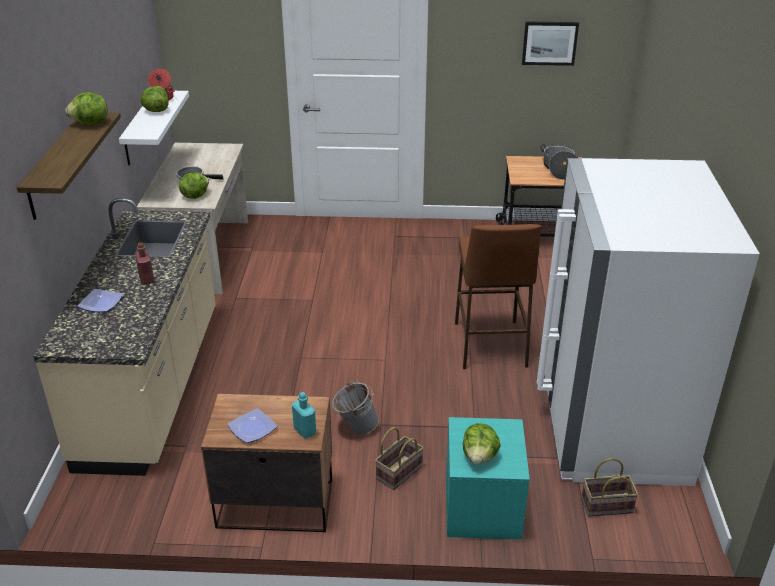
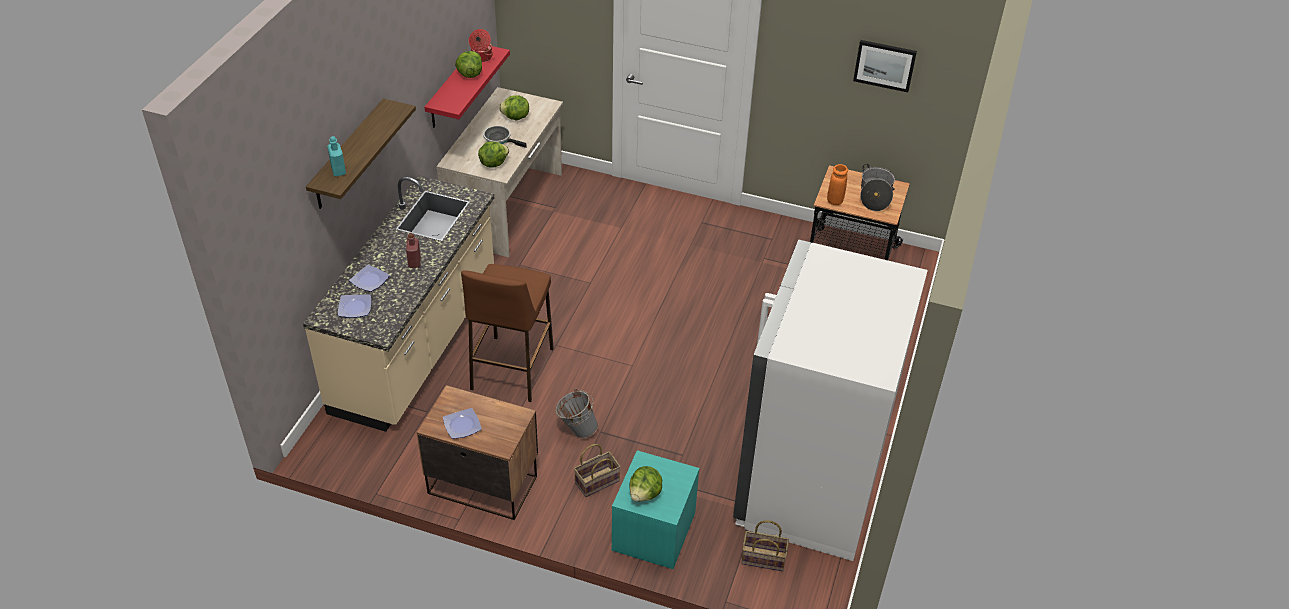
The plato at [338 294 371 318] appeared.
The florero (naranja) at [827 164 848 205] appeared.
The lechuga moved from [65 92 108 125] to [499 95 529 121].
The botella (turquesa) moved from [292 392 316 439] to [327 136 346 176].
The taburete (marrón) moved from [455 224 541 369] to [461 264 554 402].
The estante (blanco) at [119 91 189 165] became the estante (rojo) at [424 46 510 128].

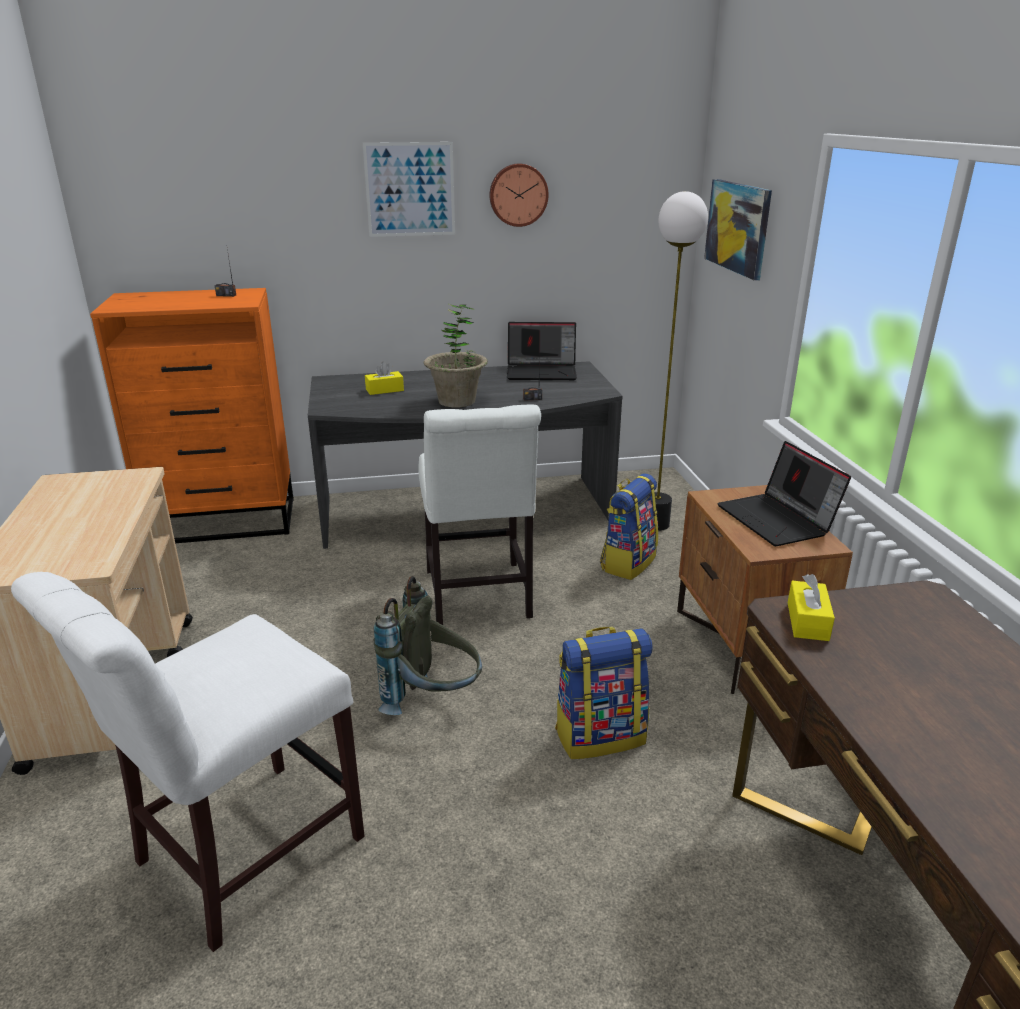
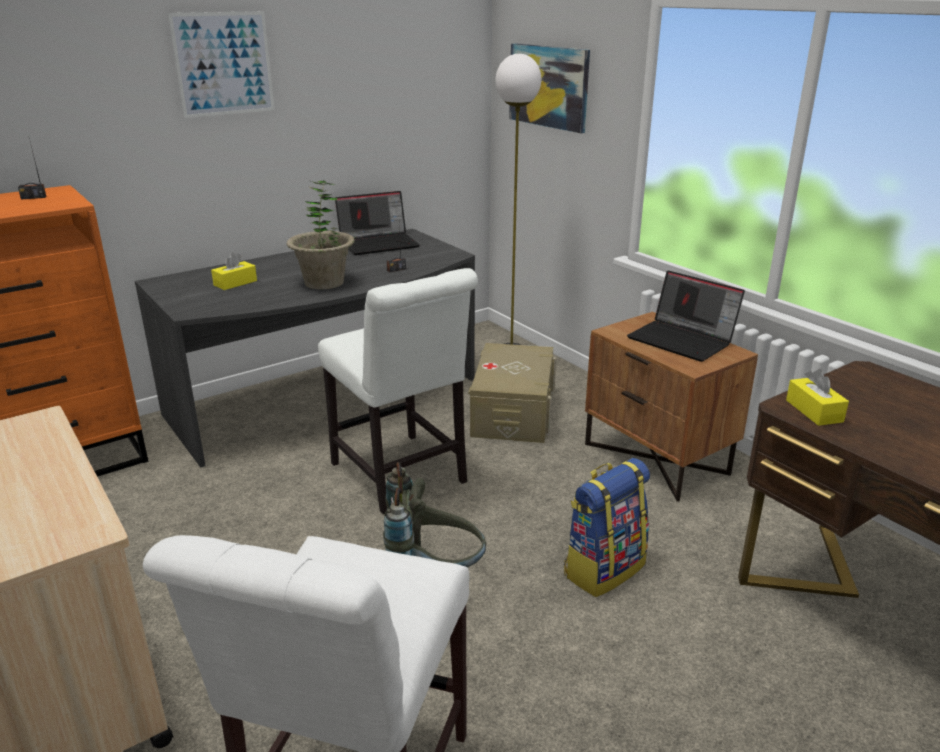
The reloj de pared at [490 163 549 227] disappeared.
The mochila at [600 473 658 580] was replaced by the caja de almacenaje (beis) at [468 343 556 443].

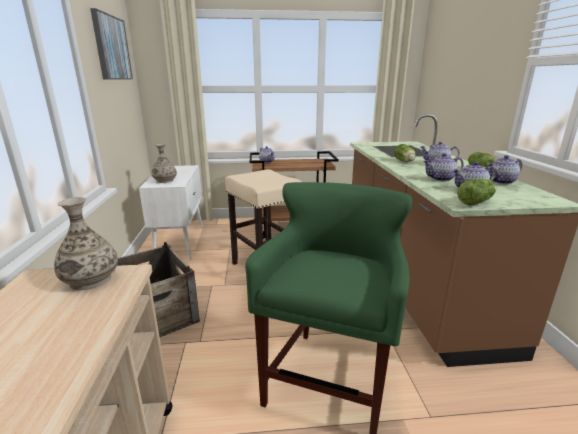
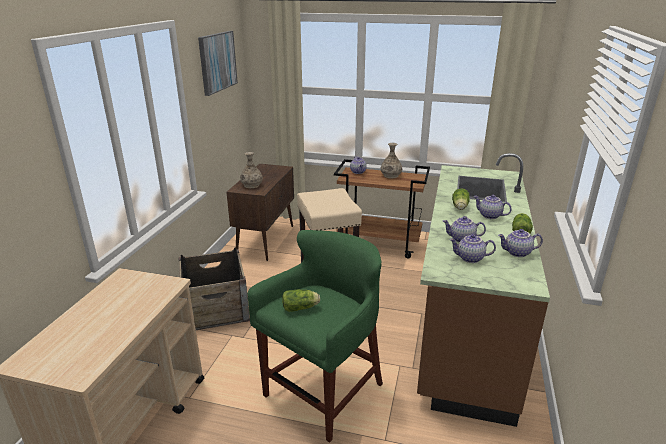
The florero moved from [54 197 118 290] to [381 143 402 179].
The lechuga moved from [457 179 496 205] to [282 290 320 312].
The armario (blanco) at [139 165 203 260] became the armario (marrón) at [226 164 294 261].

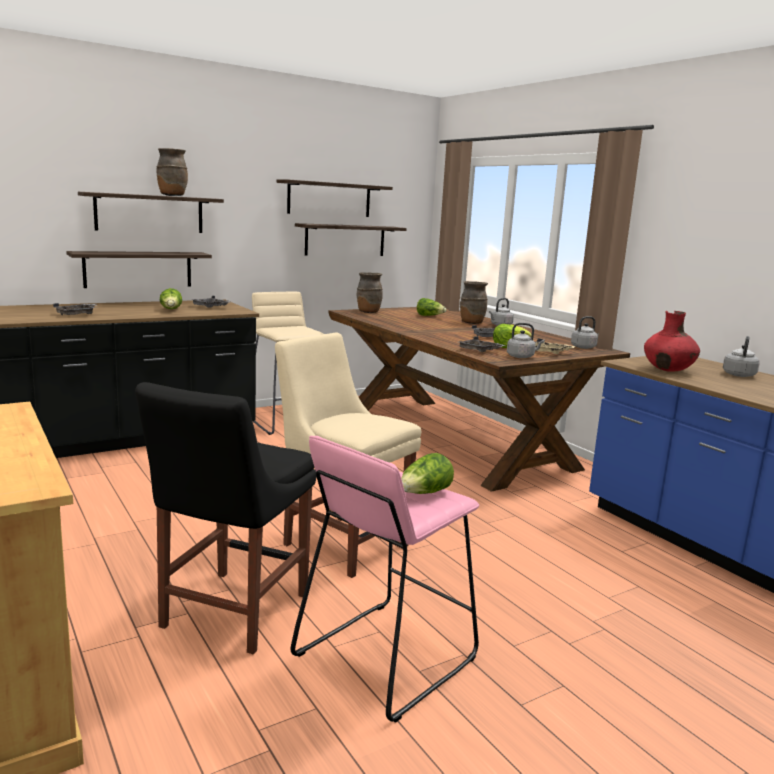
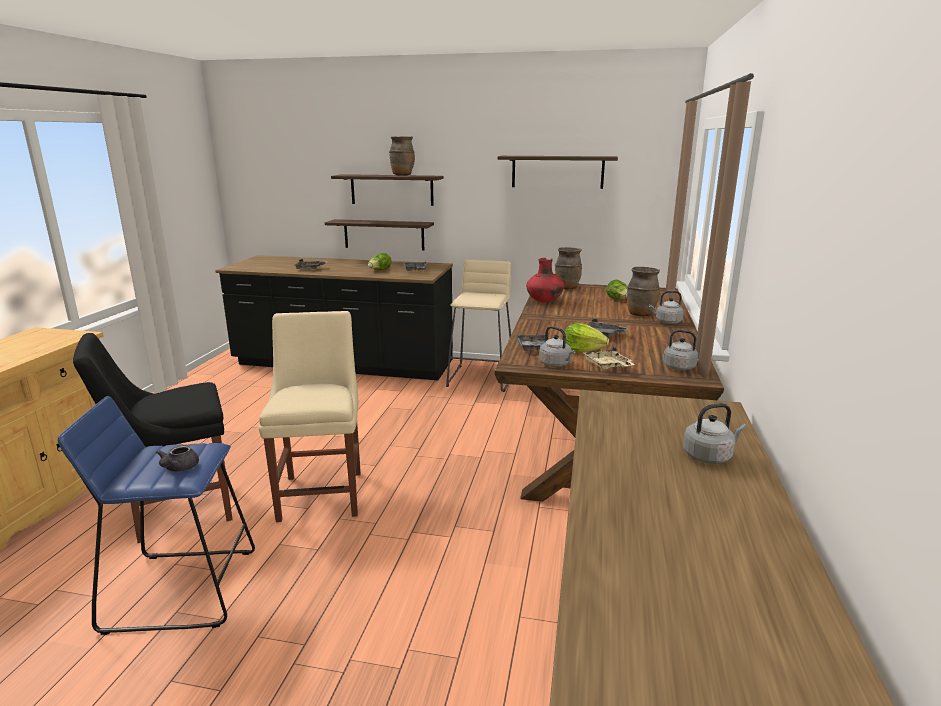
The estante at [295 223 407 256] disappeared.
The florero (rojo) moved from [644 311 700 372] to [526 258 564 302].
The lechuga at [401 453 454 494] was replaced by the tetera (gris) at [156 445 199 472].
The taburete (rosa) at [291 436 479 723] became the taburete (azul) at [58 396 255 635].

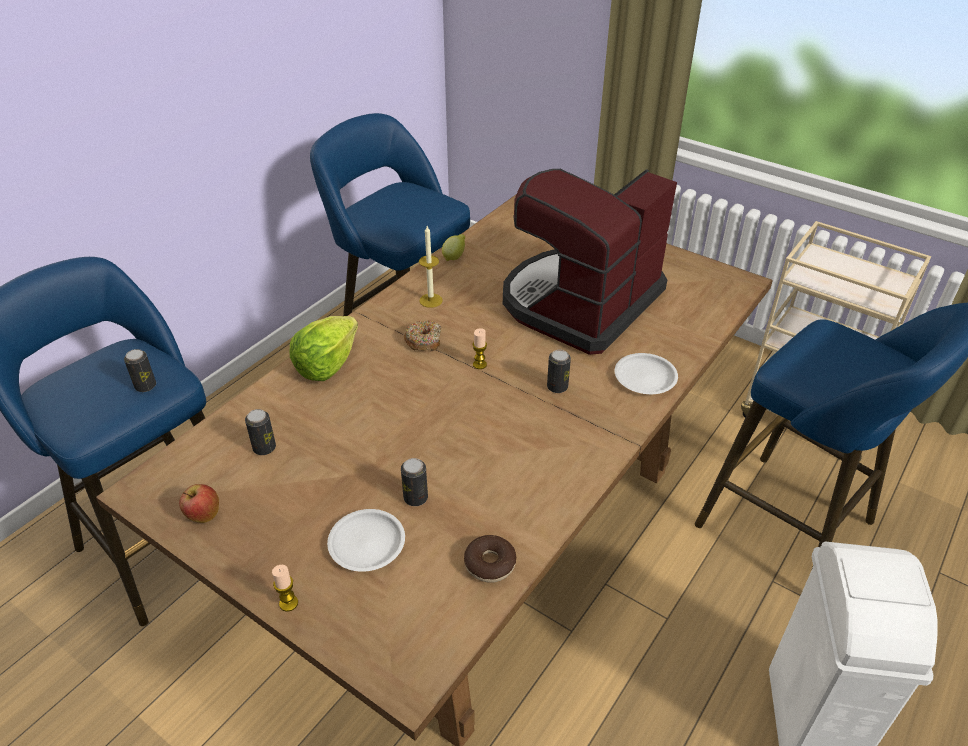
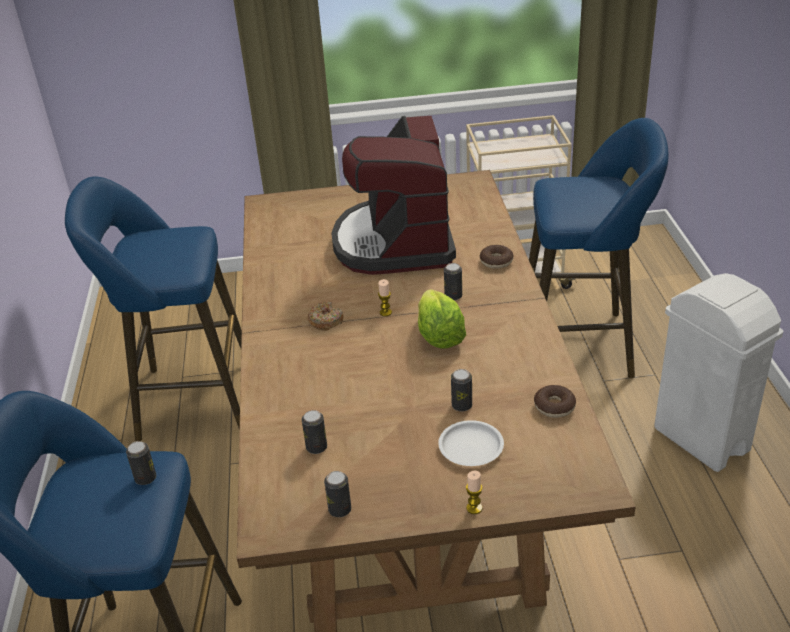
The vela at [419 226 443 308] disappeared.
The limón at [442 234 465 261] disappeared.
The lechuga moved from [290 316 358 381] to [418 289 466 348].
The manzana at [179 484 219 523] was replaced by the lata at [324 471 351 517].
The plato (blanco) at [615 353 678 394] was replaced by the rosquilla at [480 245 514 269].

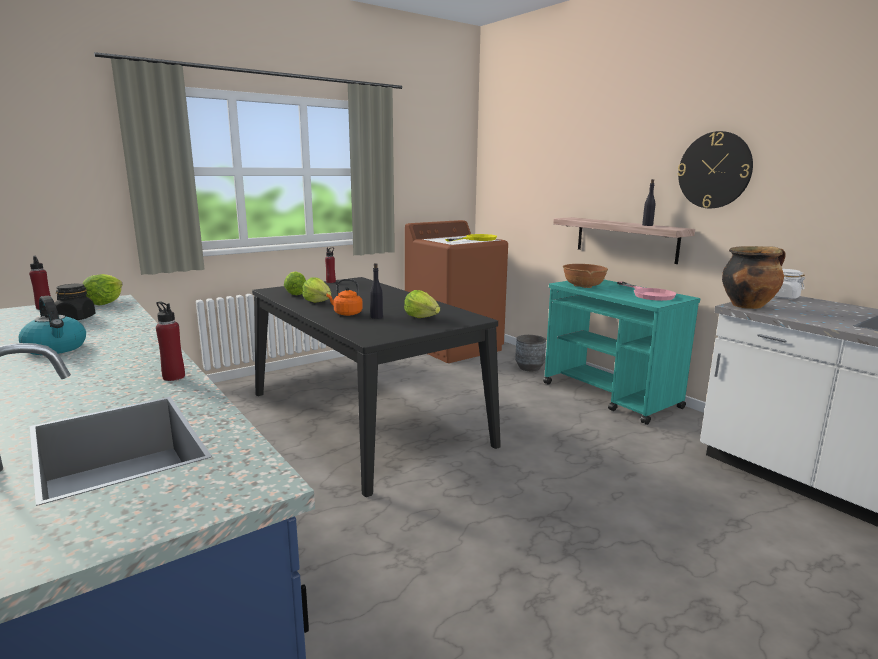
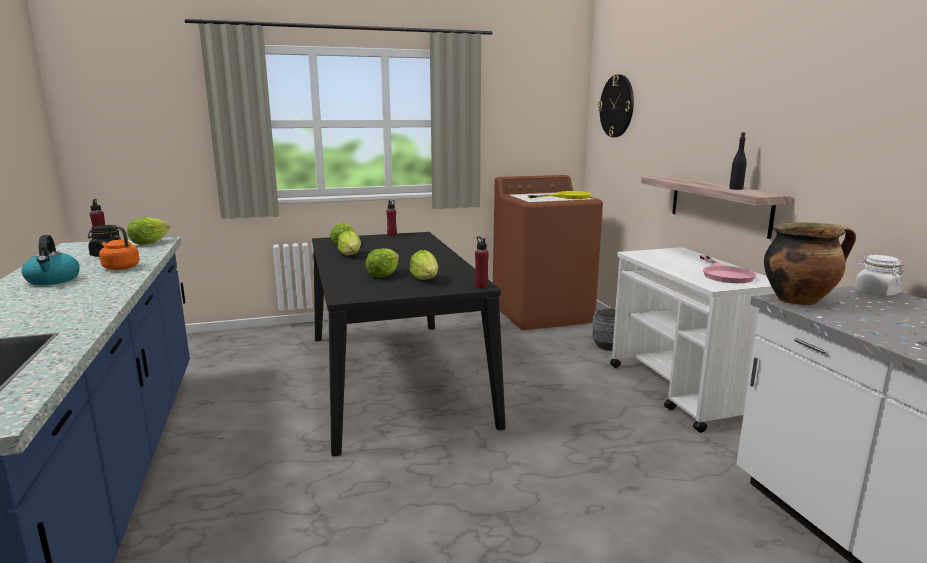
The cuenco (marrón) at [563 264 608 288] disappeared.
The botella (rojo) moved from [156 302 185 381] to [475 237 489 288].
The hervidor (naranja) moved from [326 279 363 316] to [99 226 140 270].
The reloj de pared moved from [678 131 753 208] to [598 75 634 137].
The botella (negro) at [370 263 383 319] was replaced by the lechuga at [365 248 399 278].
The carrito (turquesa) at [543 280 700 425] became the carrito (blanco) at [610 247 776 433].

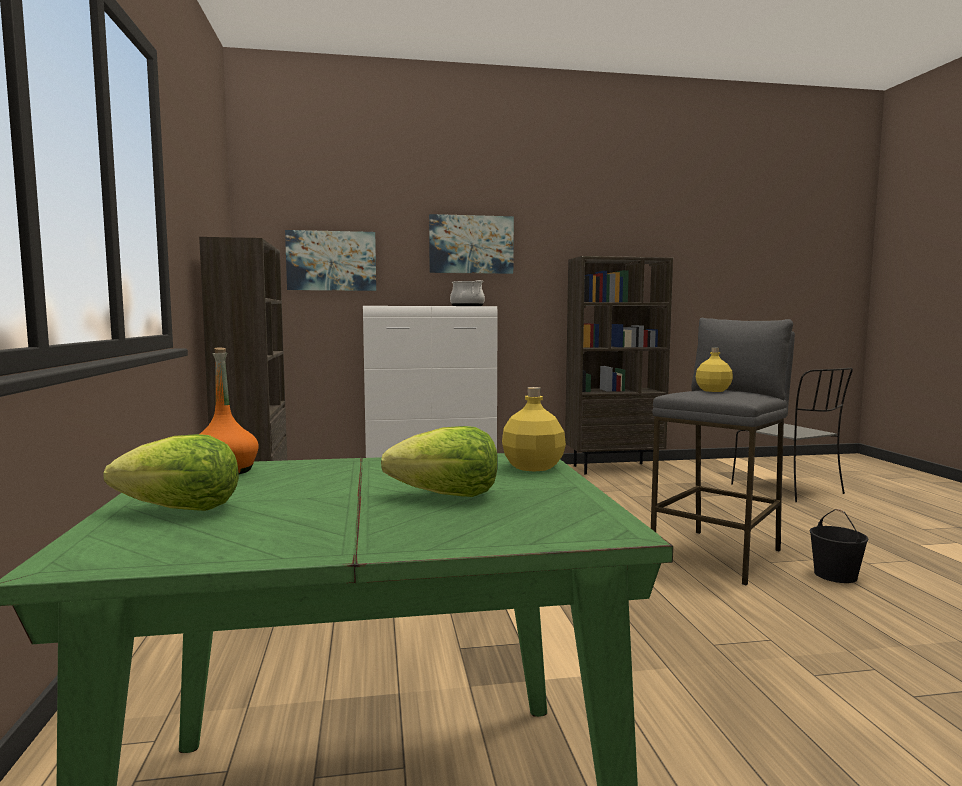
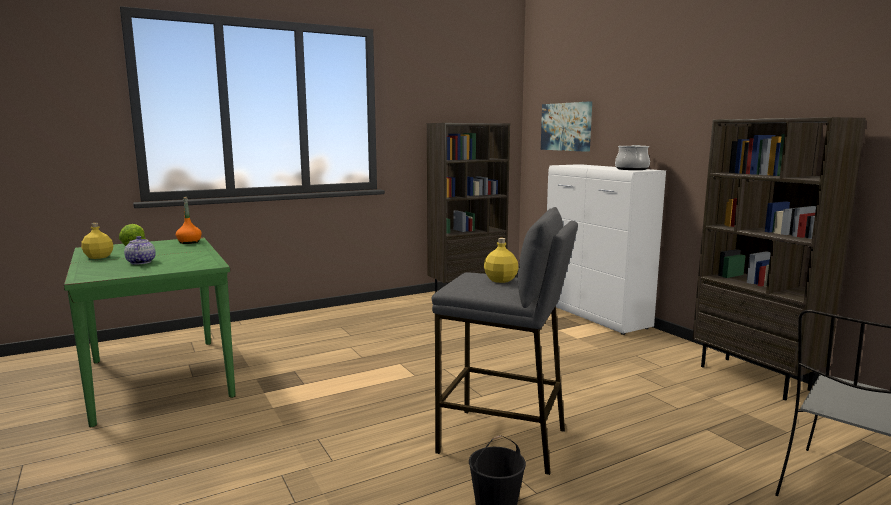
The cuadro at [429 214 514 274] disappeared.
The botella (amarillo) moved from [502 387 566 472] to [81 223 113 259].
The lechuga at [381 426 498 497] was replaced by the tetera at [124 236 155 264].

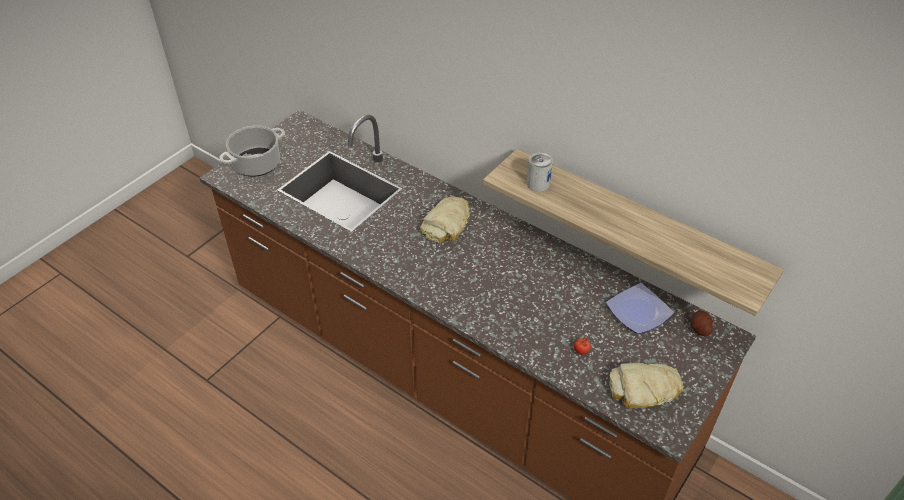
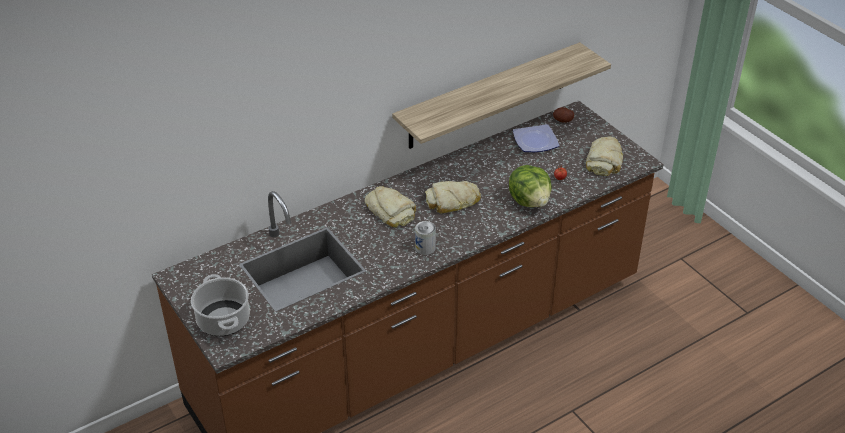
The pan at [425 181 481 213] appeared.
The lechuga at [509 165 552 207] appeared.
The lata moved from [527 153 553 192] to [415 221 436 255].

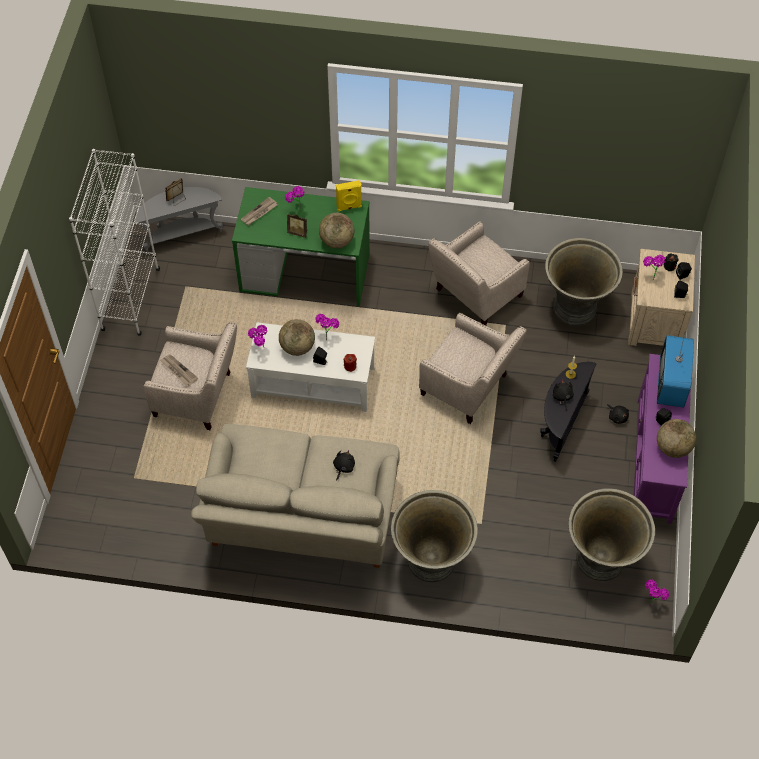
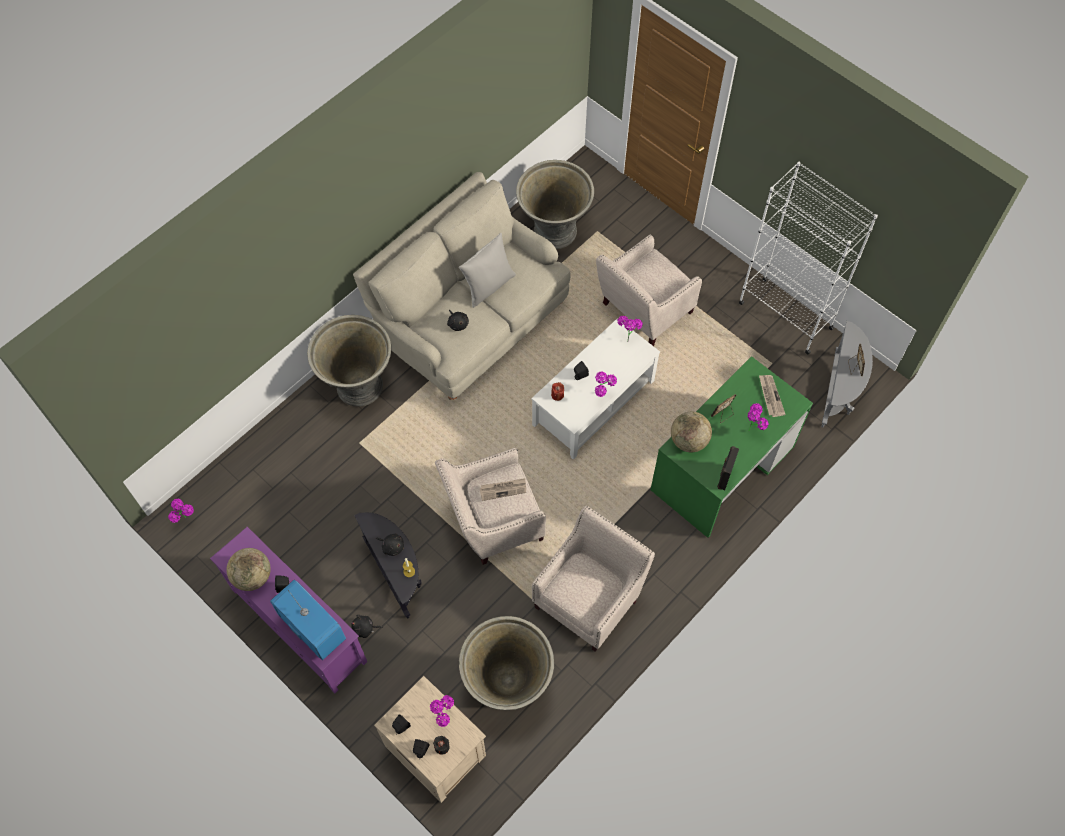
The globo terráqueo at [279 319 315 356] disappeared.
The cojín (gris) at [459 233 516 308] appeared.
The periódico moved from [160 354 198 386] to [480 478 526 501].
The maceta (gris) moved from [568 489 655 581] to [516 160 594 249].
The altavoz (amarillo) at [336 180 362 211] became the altavoz (negro) at [717 446 739 490].
The sillón (beis) at [429 221 530 326] turned 45 degrees clockwise.

